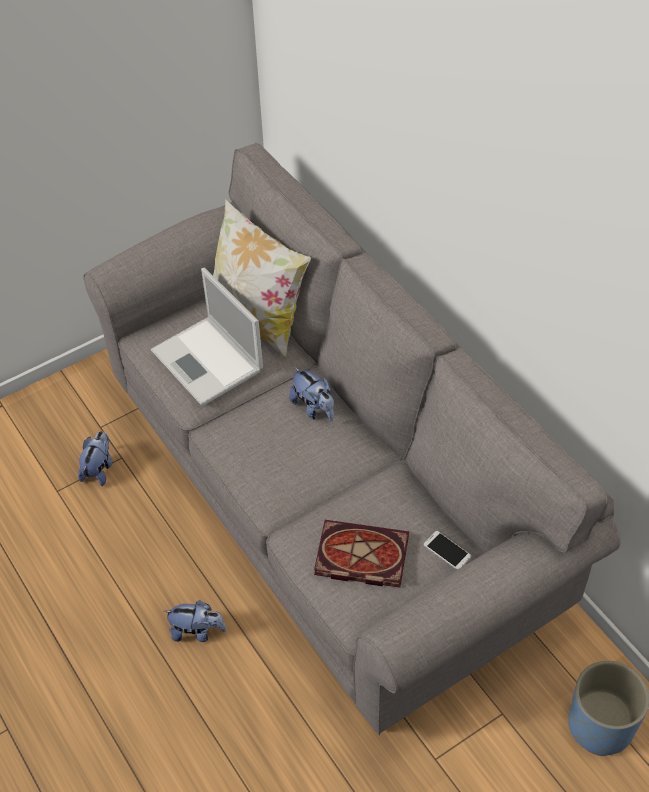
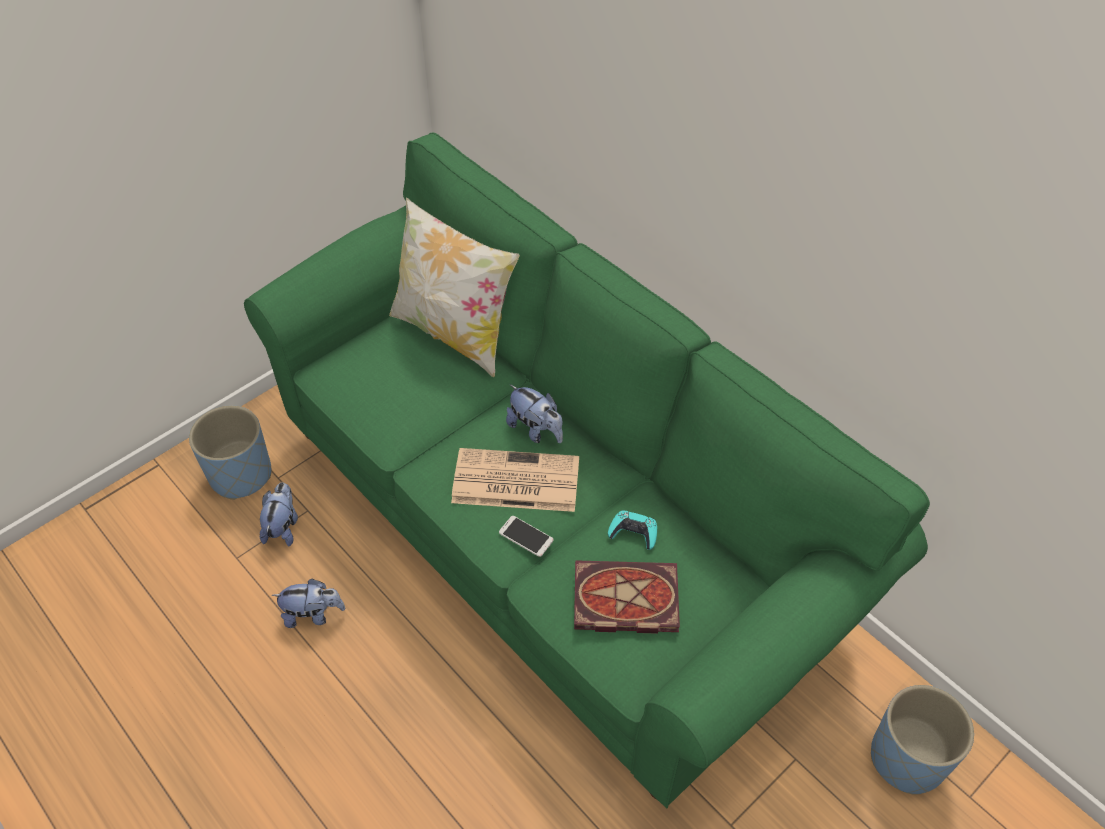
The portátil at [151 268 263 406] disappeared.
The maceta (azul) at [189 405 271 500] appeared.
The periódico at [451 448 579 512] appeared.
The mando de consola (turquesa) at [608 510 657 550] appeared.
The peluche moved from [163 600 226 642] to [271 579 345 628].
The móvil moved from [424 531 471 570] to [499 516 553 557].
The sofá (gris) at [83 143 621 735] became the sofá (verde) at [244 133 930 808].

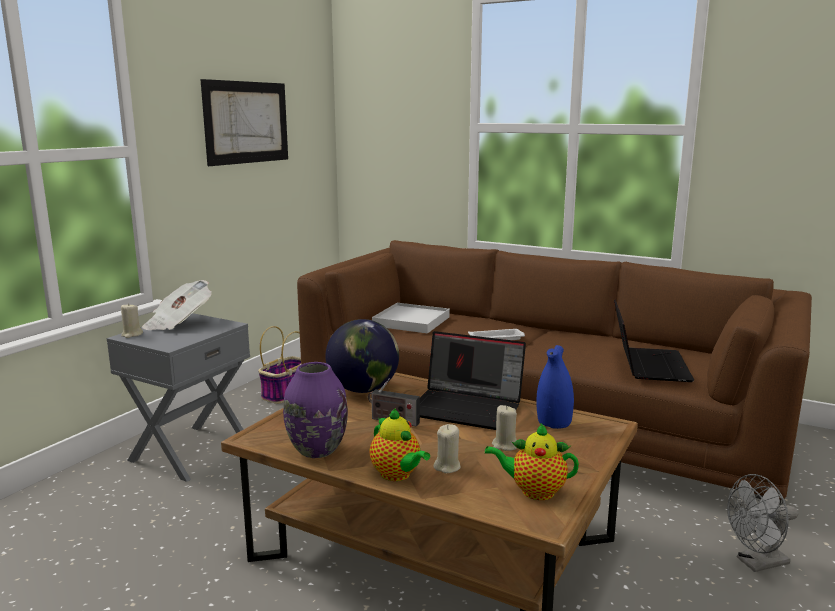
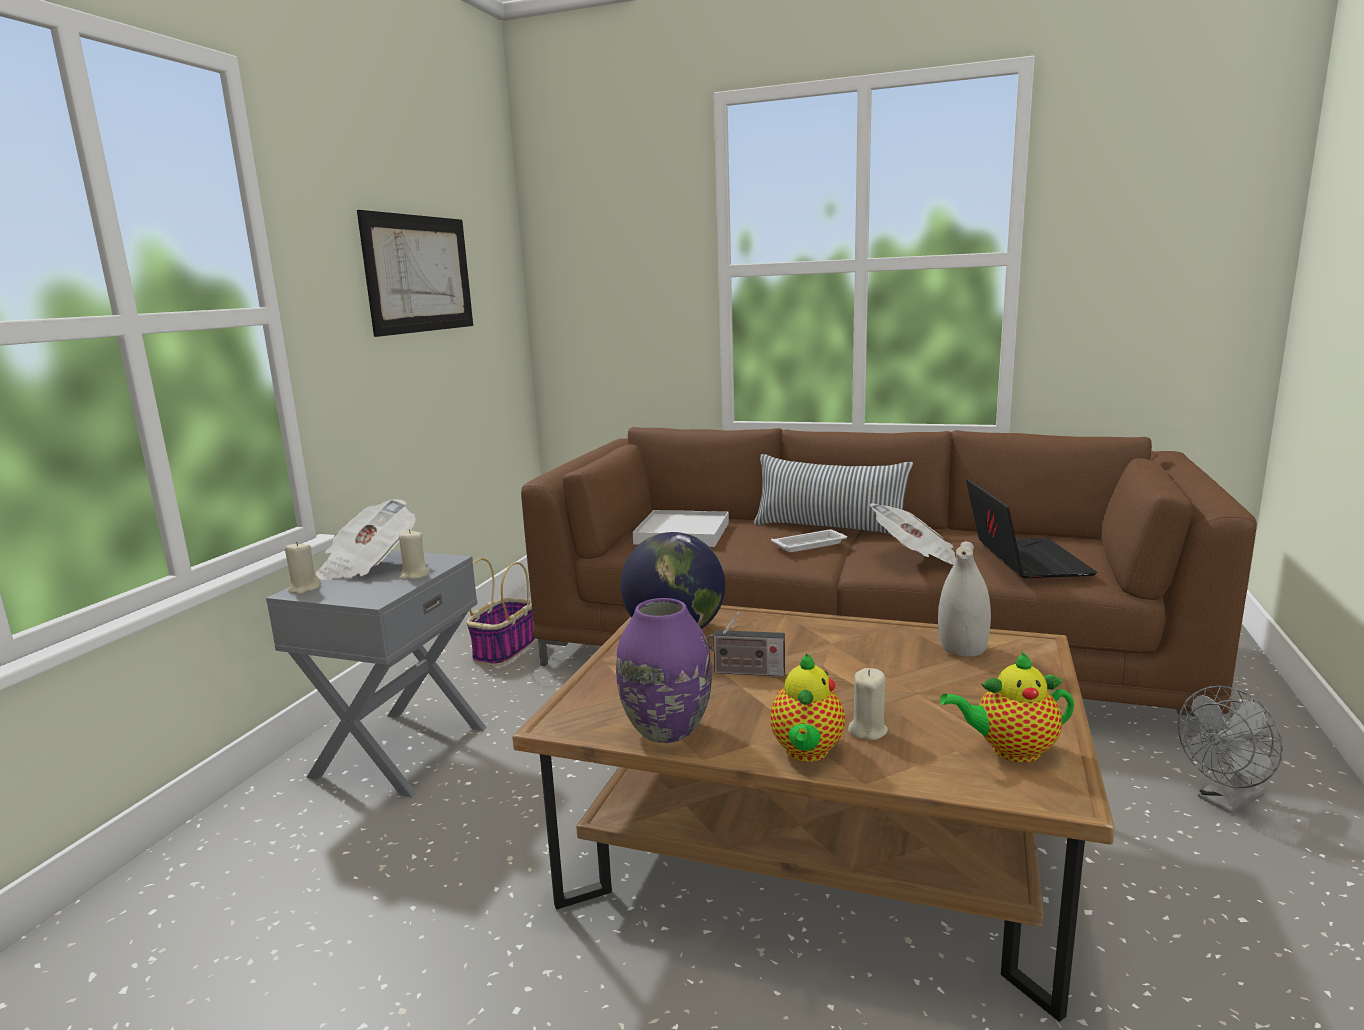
The portátil at [420 331 526 430] disappeared.
The cojín at [754 454 913 535] appeared.
The periódico at [870 503 956 565] appeared.
The vela (beis) moved from [492 405 517 451] to [399 529 430 580].
The florero (azul) at [536 345 574 429] became the florero (blanco) at [938 542 991 657].
The tetera at [369 408 430 481] turned 60 degrees clockwise.

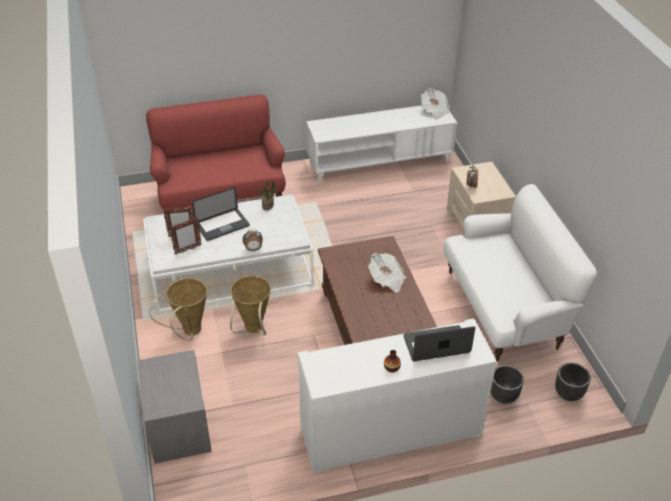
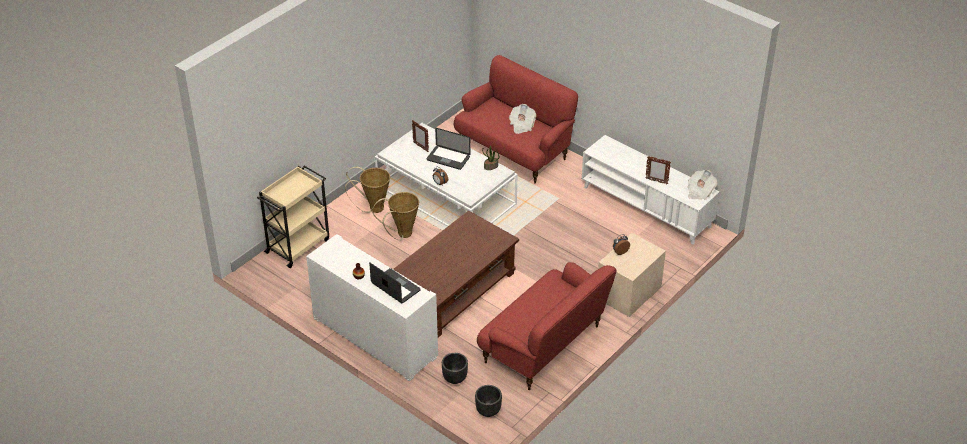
The portarretratos moved from [169 217 202 255] to [646 156 671 184].
The periódico moved from [368 253 406 292] to [509 104 536 134].
The mesita de noche (gris) at [138 350 212 464] was replaced by the carrito (beis) at [257 166 329 268].
The sofá (blanco) at [444 184 597 362] became the sofá (rojo) at [477 262 617 390].

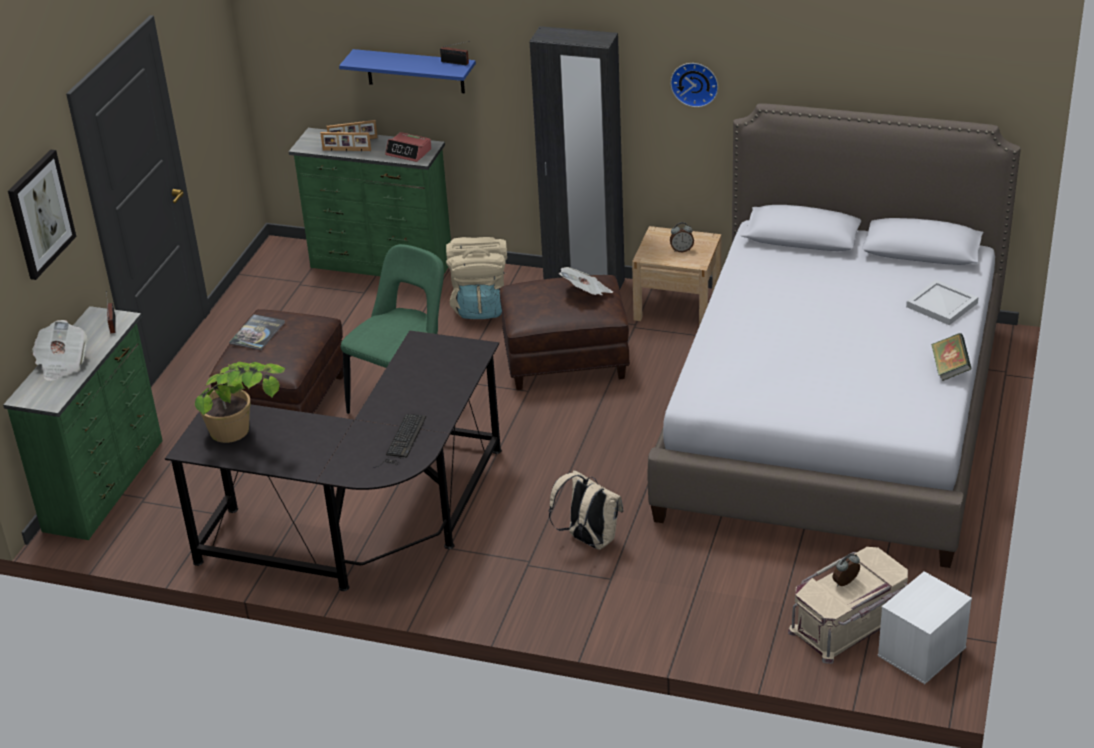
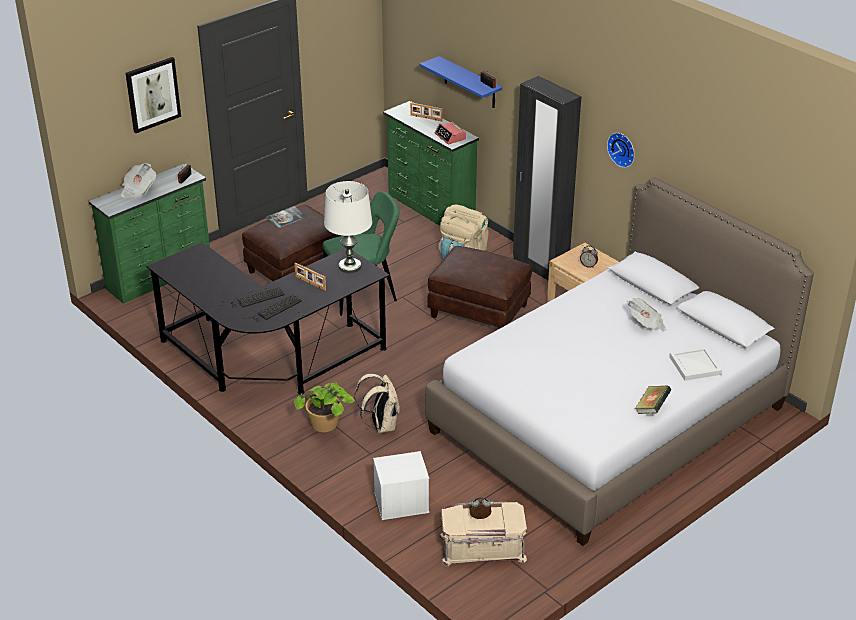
The teclado at [222 287 285 308] appeared.
The lámpara de mesa (blanco) at [324 181 372 273] appeared.
The planta en maceta moved from [195 362 286 443] to [294 382 355 432].
The portarretratos moved from [320 132 371 152] to [294 262 326 291].
The periódico moved from [559 267 613 295] to [627 298 666 331].
The caja de almacenaje (blanco) moved from [878 571 972 684] to [373 451 429 520].

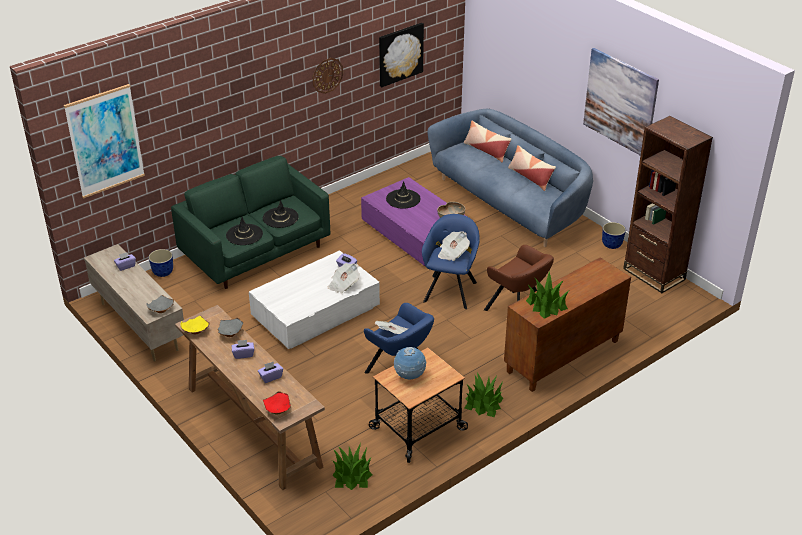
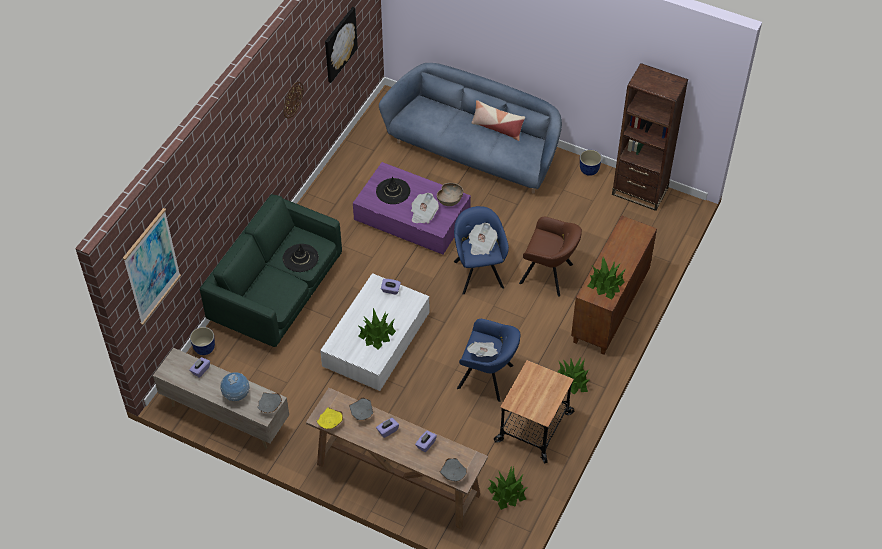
The sombrero (negro) at [226 217 263 245] disappeared.
The cojín at [464 121 512 162] disappeared.
The cuadro at [583 48 659 156] disappeared.
The planta en maceta at [358 308 396 349] appeared.
The periódico moved from [328 263 360 293] to [411 193 439 224].
The globo terráqueo moved from [394 347 426 379] to [221 372 249 401].
The cuenco (rojo) at [263 391 291 415] became the cuenco (gris) at [439 458 467 482].

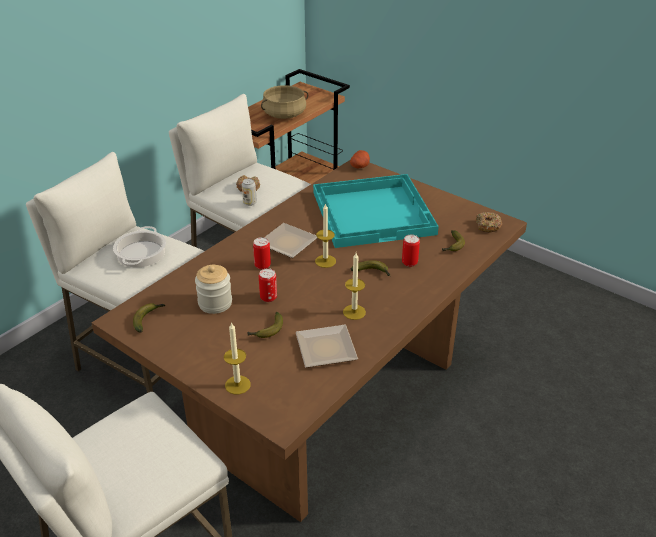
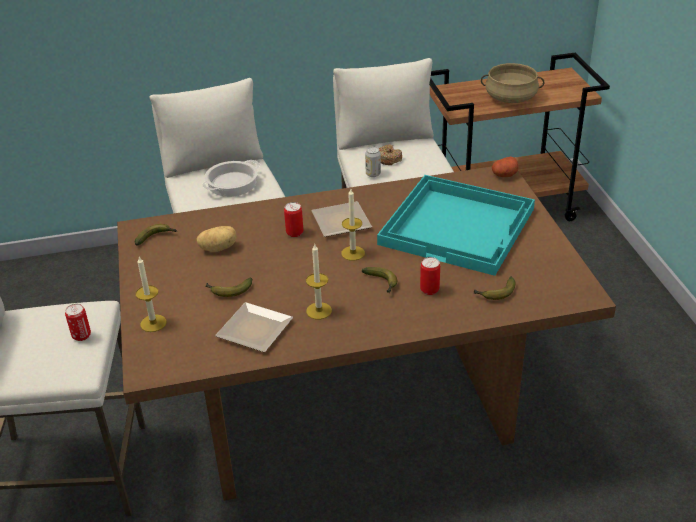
The rosquilla at [476 212 502 232] disappeared.
The lata moved from [259 268 277 302] to [65 304 91 341].
The tarro at [195 265 232 314] was replaced by the patata at [196 226 236 252].

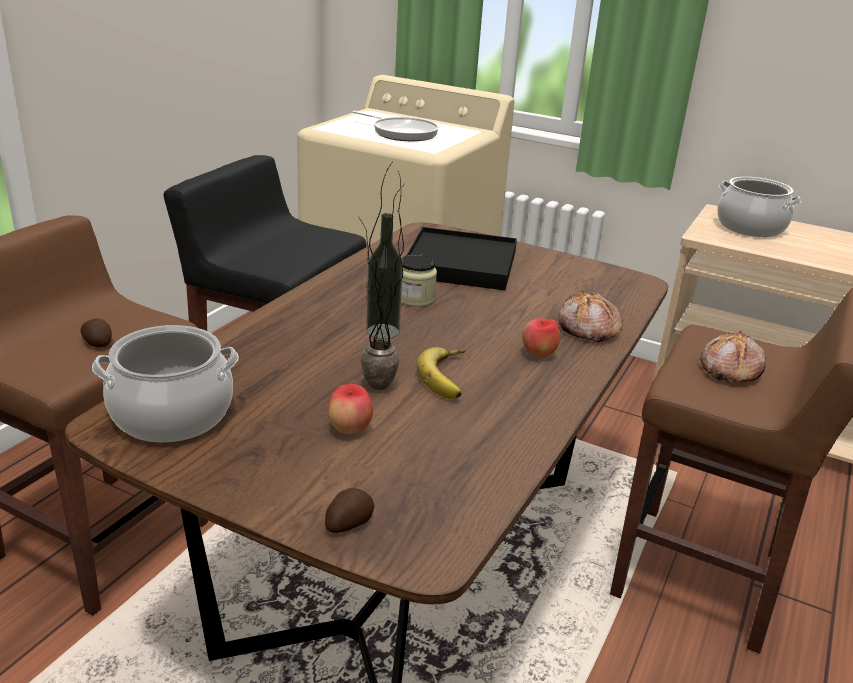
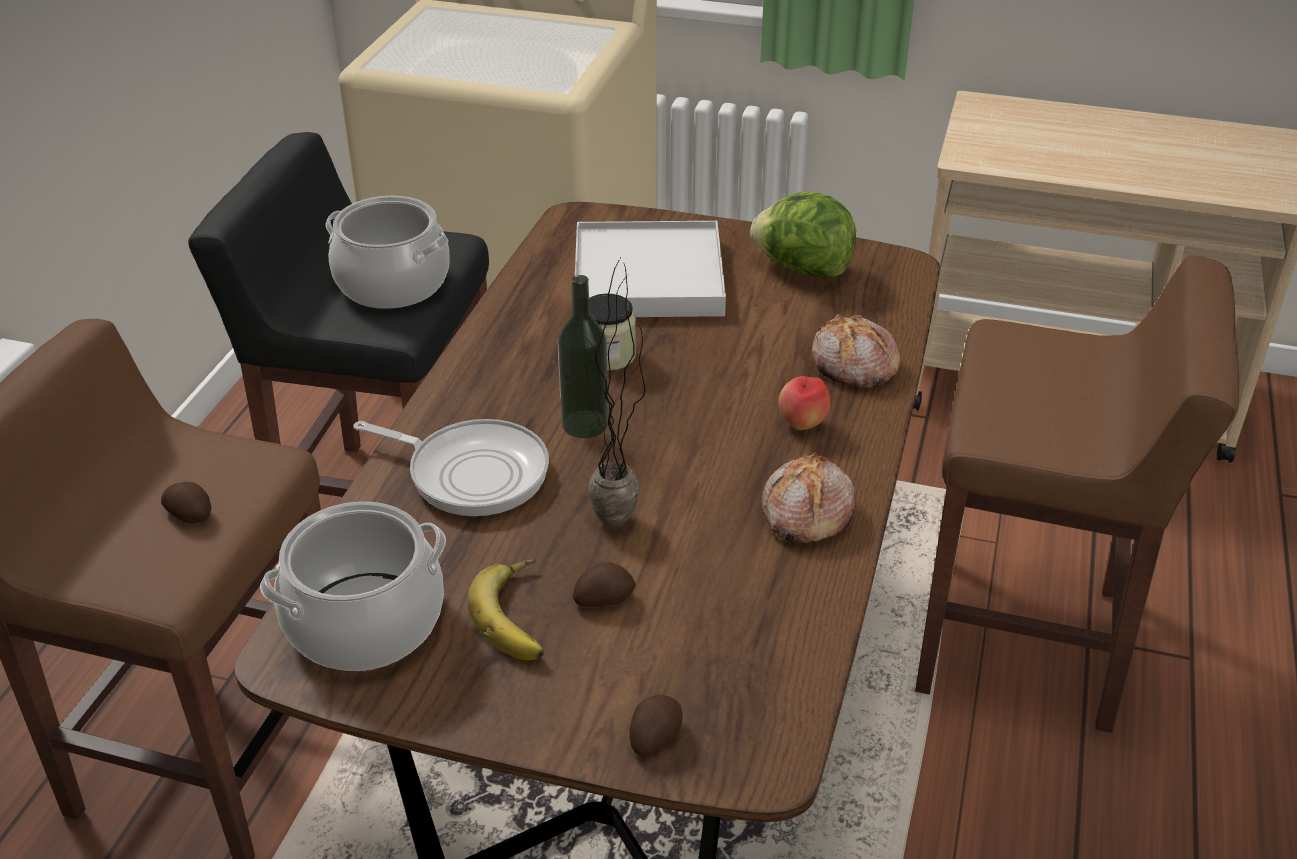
The lechuga at [750 192 856 278] appeared.
The sartén moved from [353 111 439 141] to [353 419 549 516].
The plátano moved from [417 347 465 399] to [467 559 544 660].
The pan moved from [700 331 766 382] to [761 452 856 543].
The olla moved from [717 177 801 237] to [326 196 450 309].
The manzana at [328 384 373 434] was replaced by the patata at [573 562 636 607].
The bandeja (negro) at [407 227 517 290] became the bandeja (blanco) at [575 221 726 317].

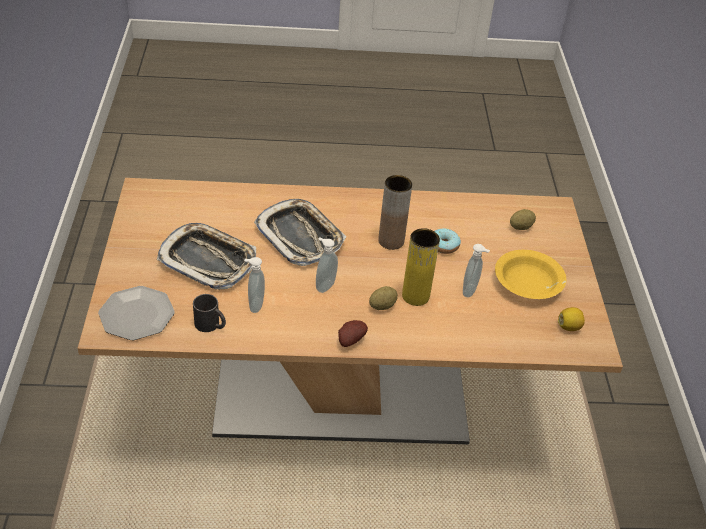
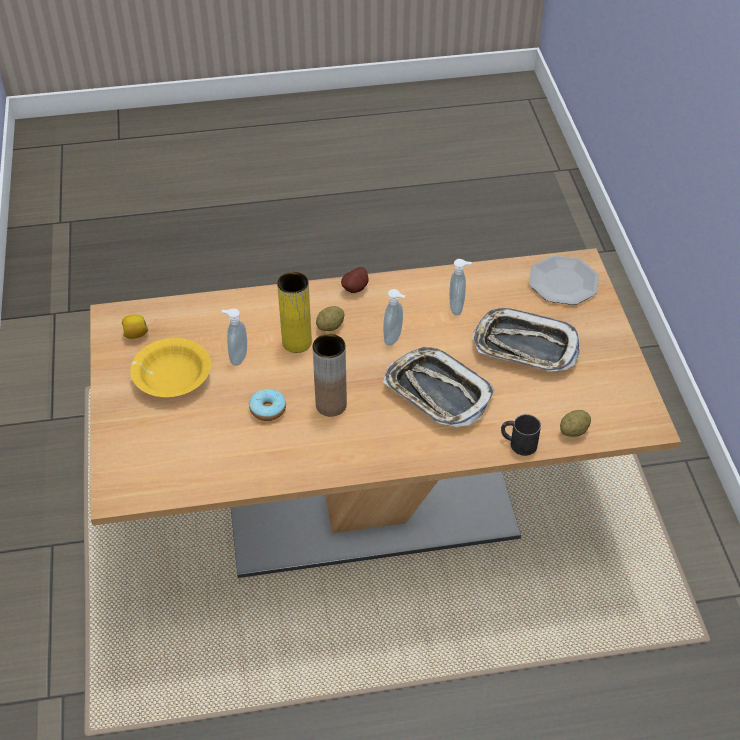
The taza grande (negro) moved from [193 294 226 332] to [501 414 541 456].
The patata moved from [510 209 536 230] to [560 410 591 437].

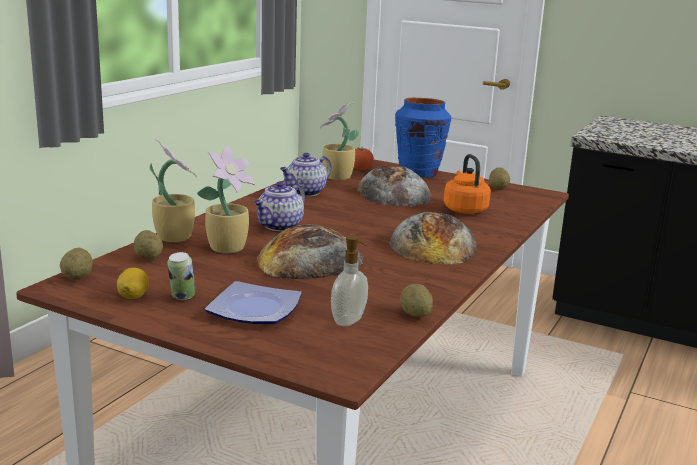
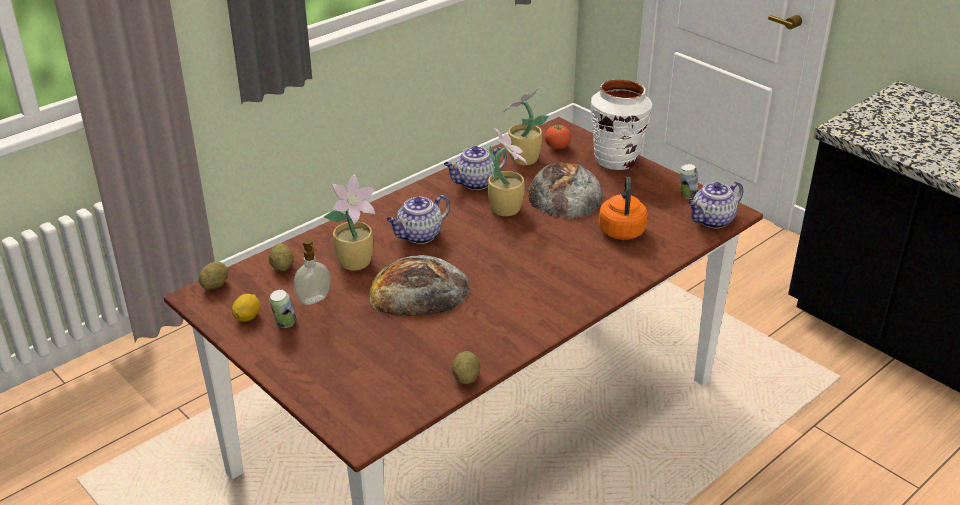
The plato at [205 281 302 324] disappeared.
The pan at [390 212 477 265] disappeared.
The tetera at [688 181 743 228] appeared.
The planta en maceta moved from [149 139 197 242] to [488 128 527 216].
The dispensador de jabón moved from [331 235 368 326] to [294 238 330 305].
The patata at [489 167 510 189] was replaced by the lata at [680 164 698 199].
The florero (azul) at [395 98 451 178] became the florero (blanco) at [591 80 652 170].

